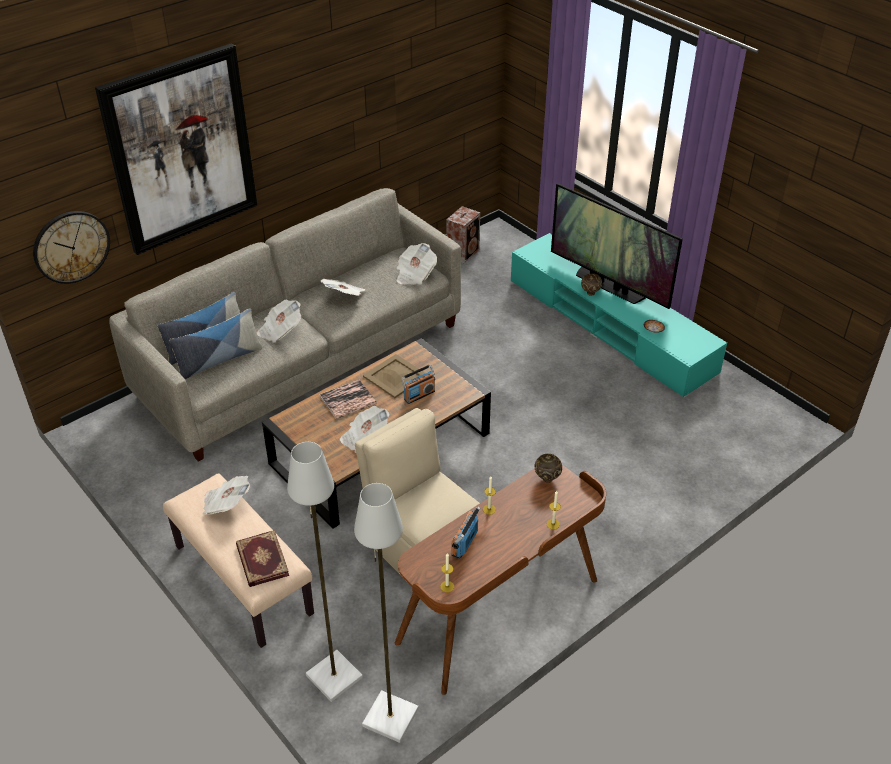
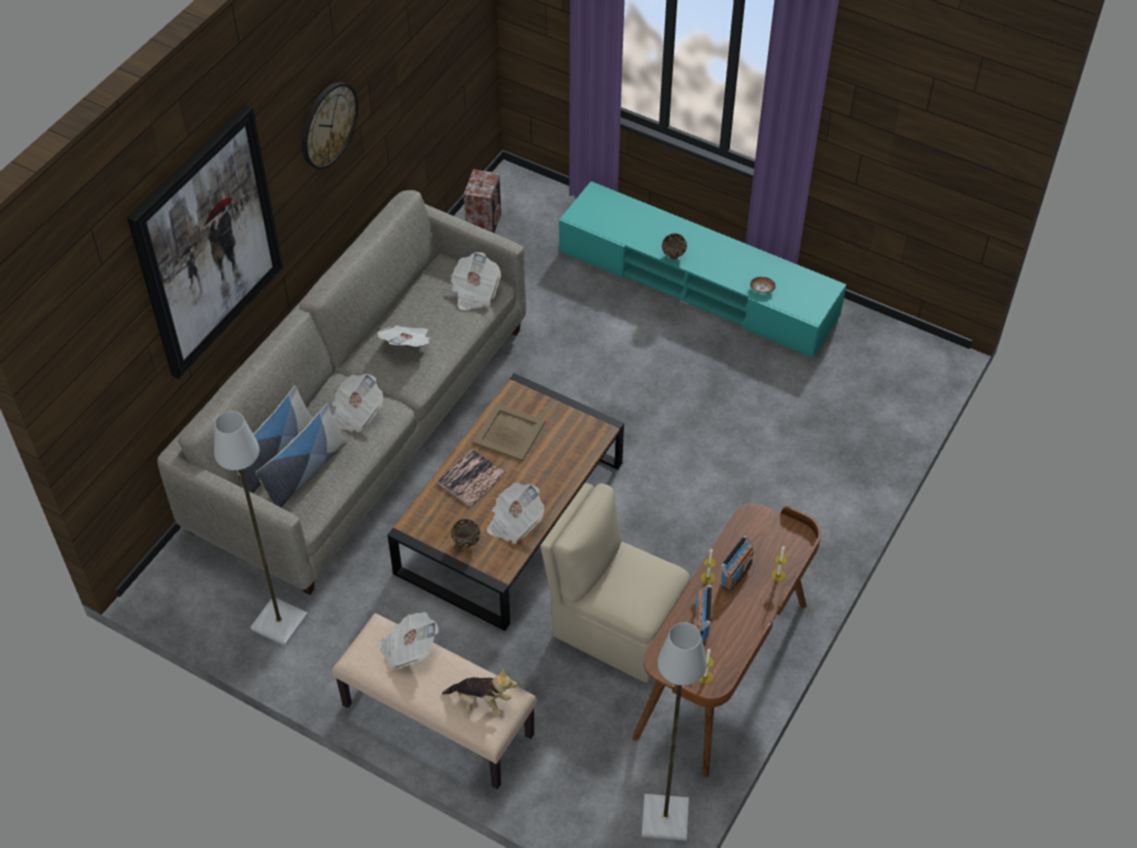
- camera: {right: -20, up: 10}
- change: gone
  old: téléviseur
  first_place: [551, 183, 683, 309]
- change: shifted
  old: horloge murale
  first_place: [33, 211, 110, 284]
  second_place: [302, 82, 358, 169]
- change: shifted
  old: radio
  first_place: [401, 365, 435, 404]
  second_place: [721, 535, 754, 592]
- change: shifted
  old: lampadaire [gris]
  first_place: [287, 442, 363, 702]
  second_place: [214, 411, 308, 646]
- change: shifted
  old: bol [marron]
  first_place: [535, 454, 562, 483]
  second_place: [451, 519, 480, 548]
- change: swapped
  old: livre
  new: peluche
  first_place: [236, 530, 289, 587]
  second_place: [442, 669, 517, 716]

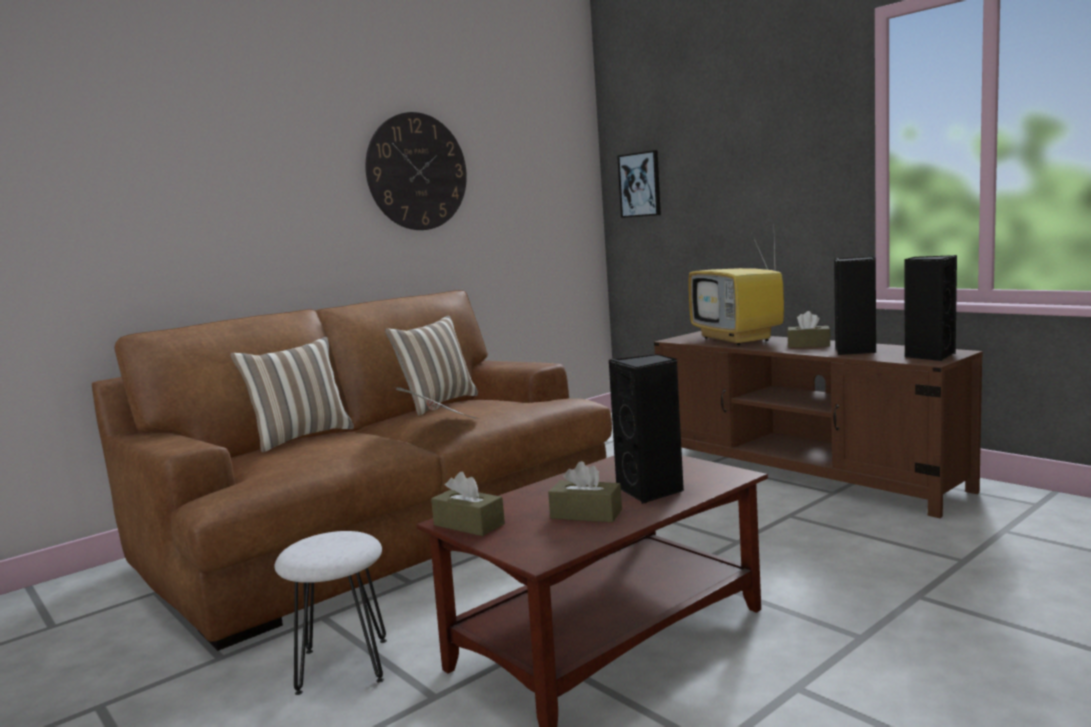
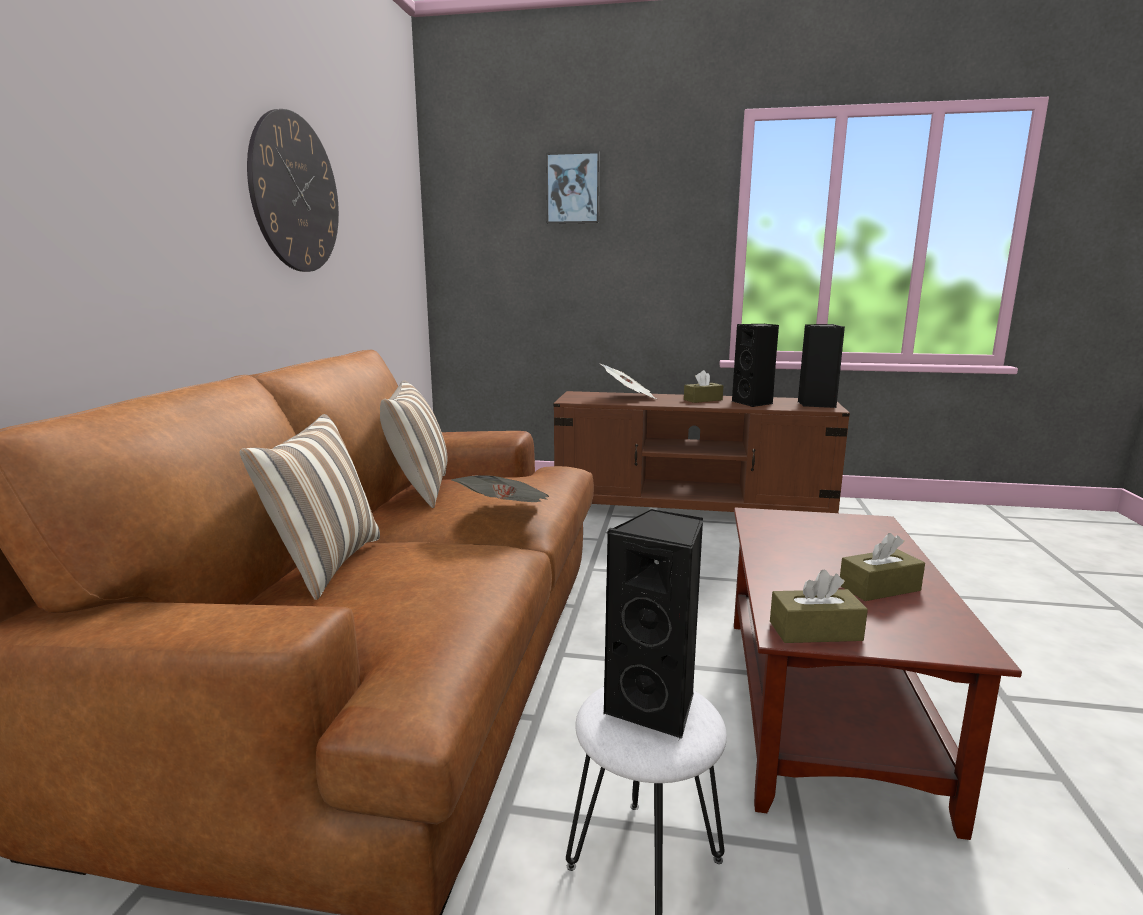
- camera: {right: -40, up: 5}
- change: shifted
  old: tableau
  first_place: [617, 150, 661, 218]
  second_place: [546, 151, 600, 224]
- change: swapped
  old: téléviseur
  new: journal
  first_place: [688, 232, 784, 345]
  second_place: [600, 364, 656, 399]
- change: shifted
  old: enceinte [noir]
  first_place: [609, 354, 684, 504]
  second_place: [603, 509, 703, 739]

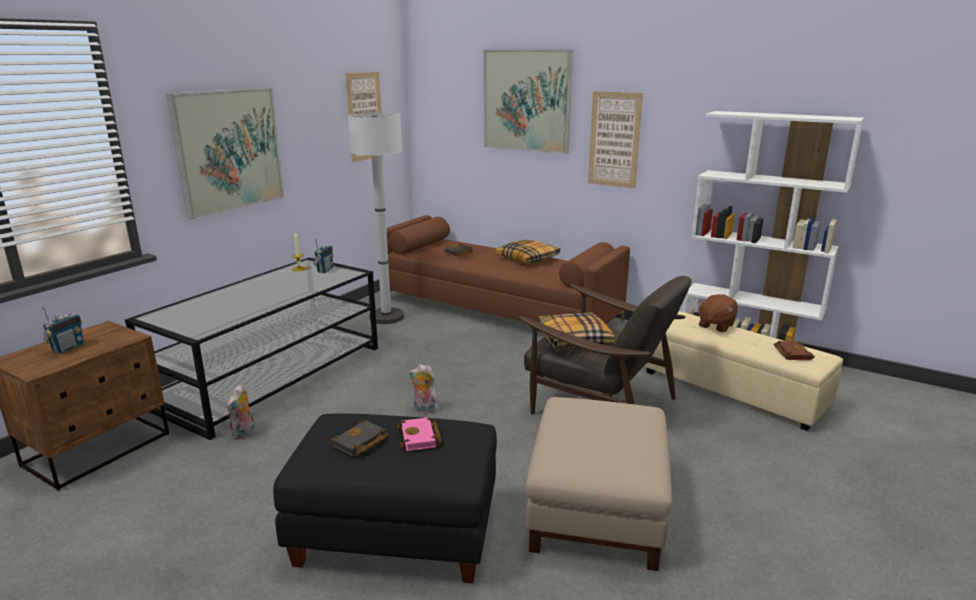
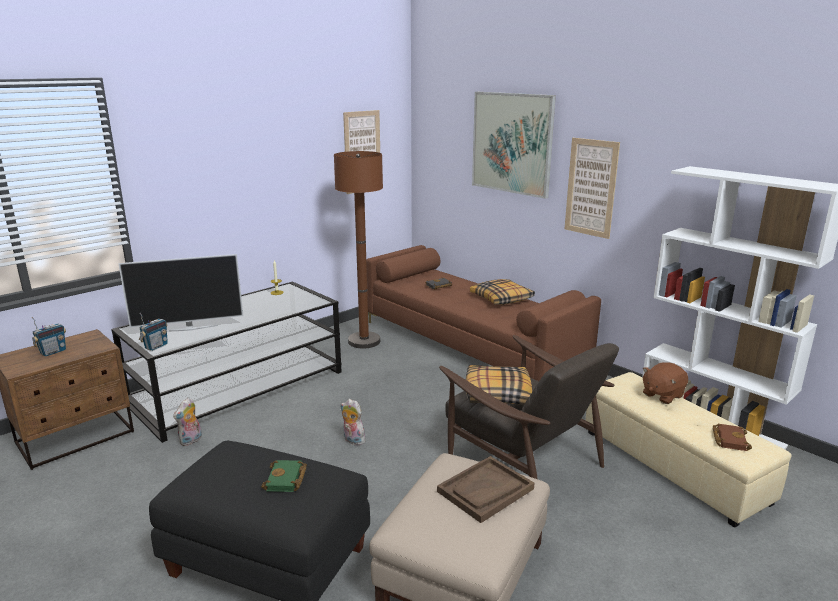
- camera: {right: 15, up: 0}
- change: gone
  old: tableau
  first_place: [166, 88, 284, 219]
- change: repainted
  old: lampadaire [blanc]
  new: lampadaire [marron]
  first_place: [348, 113, 404, 324]
  second_place: [334, 151, 383, 349]
- change: shifted
  old: radio
  first_place: [313, 238, 334, 273]
  second_place: [139, 313, 168, 351]
- change: repainted
  old: livre [rose]
  new: livre [vert]
  first_place: [396, 417, 442, 451]
  second_place: [261, 460, 307, 492]
- change: gone
  old: livre [noir]
  first_place: [331, 420, 389, 456]
- change: new
  new: téléviseur
  second_place: [118, 254, 243, 332]
- change: new
  new: plateau [marron]
  second_place: [437, 456, 534, 523]

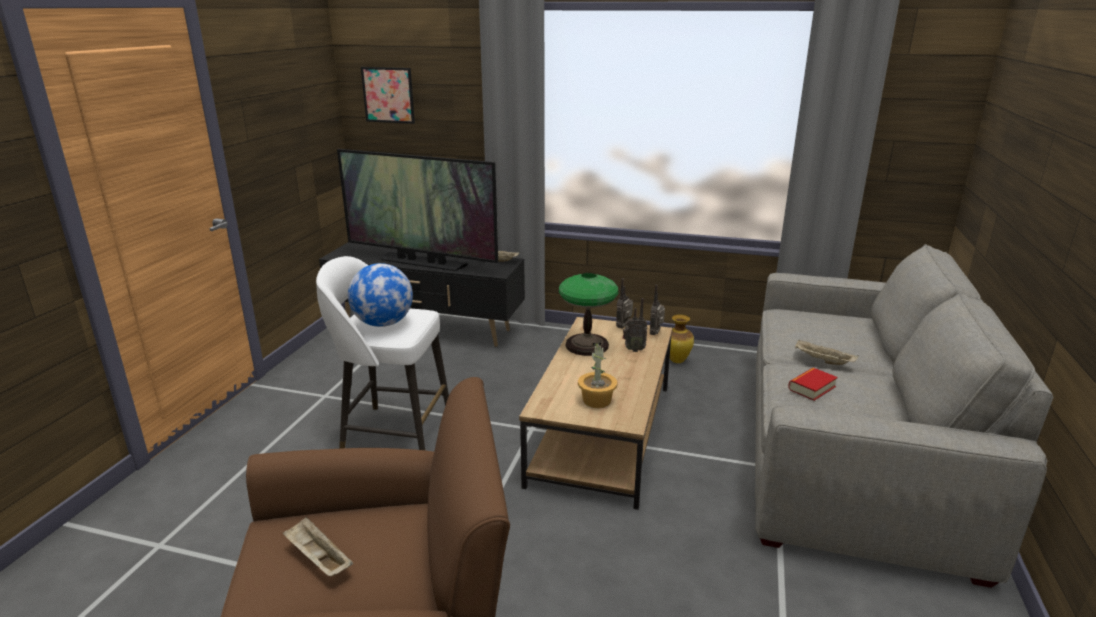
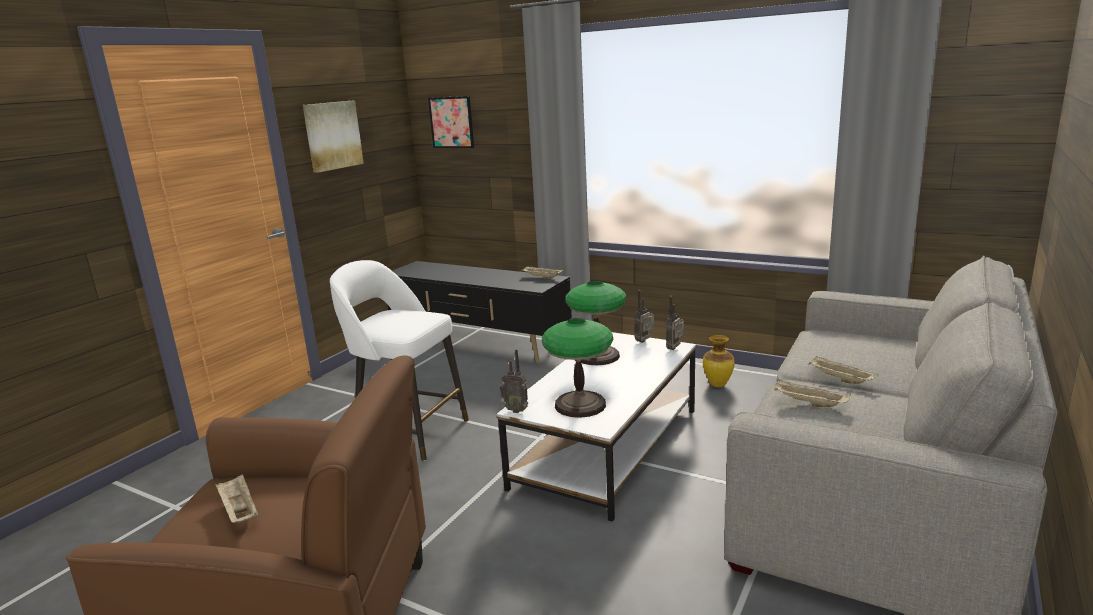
- camera: {right: 15, up: -5}
- change: gone
  old: téléviseur
  first_place: [337, 149, 498, 271]
- change: gone
  old: globe
  first_place: [348, 263, 413, 327]
- change: shifted
  old: radio
  first_place: [623, 298, 647, 352]
  second_place: [500, 349, 528, 413]
- change: repainted
  old: table basse [marron]
  new: table basse [blanc]
  first_place: [519, 317, 672, 510]
  second_place: [497, 332, 696, 522]
- change: swapped
  old: plante en pot
  new: lampe de table
  first_place: [578, 343, 618, 408]
  second_place: [542, 318, 613, 418]
- change: swapped
  old: livre
  new: plateau [beige]
  first_place: [788, 368, 838, 401]
  second_place: [774, 379, 851, 407]
- change: new
  new: tableau
  second_place: [303, 101, 364, 173]

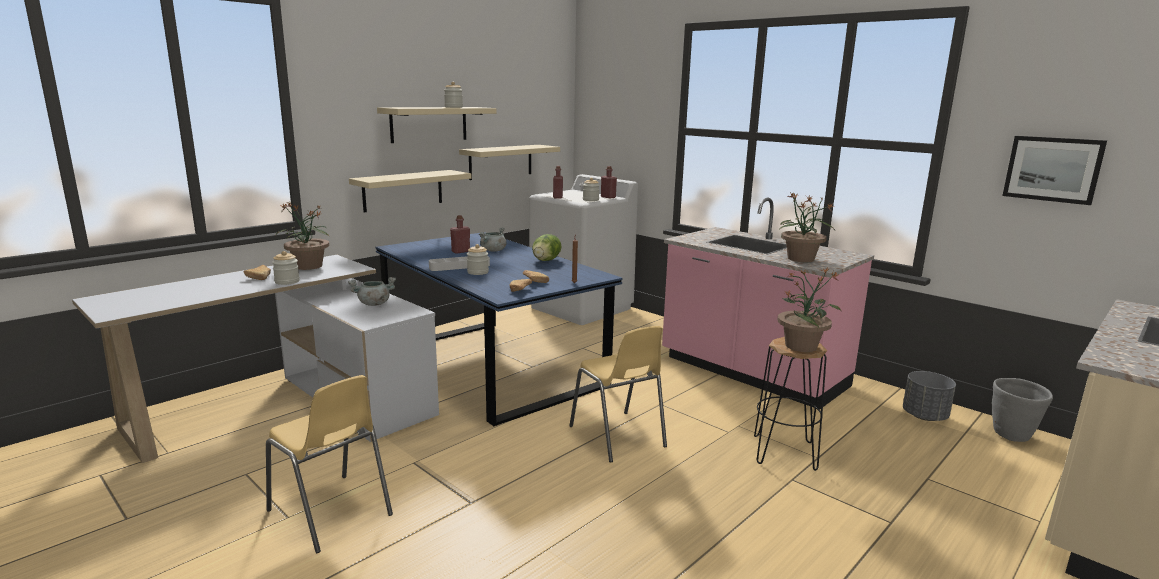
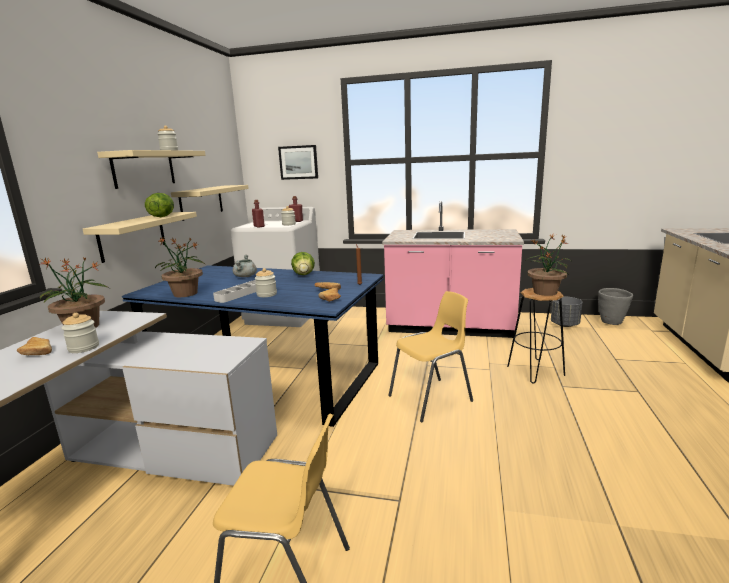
- camera: {right: -30, up: 0}
- change: shifted
  old: tableau
  first_place: [1002, 136, 1107, 205]
  second_place: [278, 145, 318, 180]
- change: shifted
  old: plante en pot
  first_place: [779, 192, 836, 262]
  second_place: [155, 237, 206, 297]
- change: gone
  old: bouteille [rouge]
  first_place: [450, 215, 470, 254]
- change: gone
  old: marmite [gris]
  first_place: [348, 277, 396, 306]
- change: rotated
  old: chaise [jaune]
  first_place: [569, 326, 667, 463]
  second_place: [388, 291, 473, 422]
  degrees: -60
- change: new
  new: laitue
  second_place: [145, 193, 174, 217]

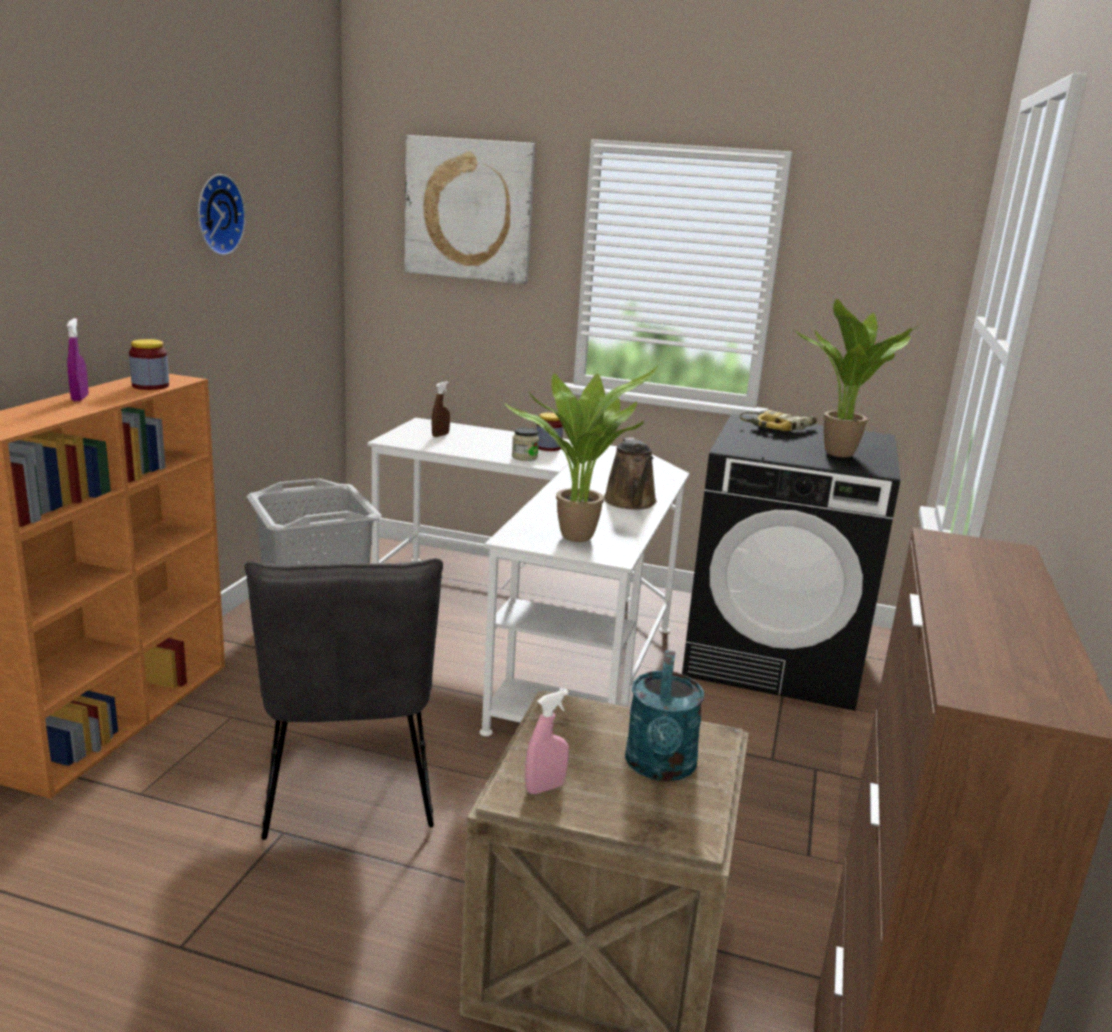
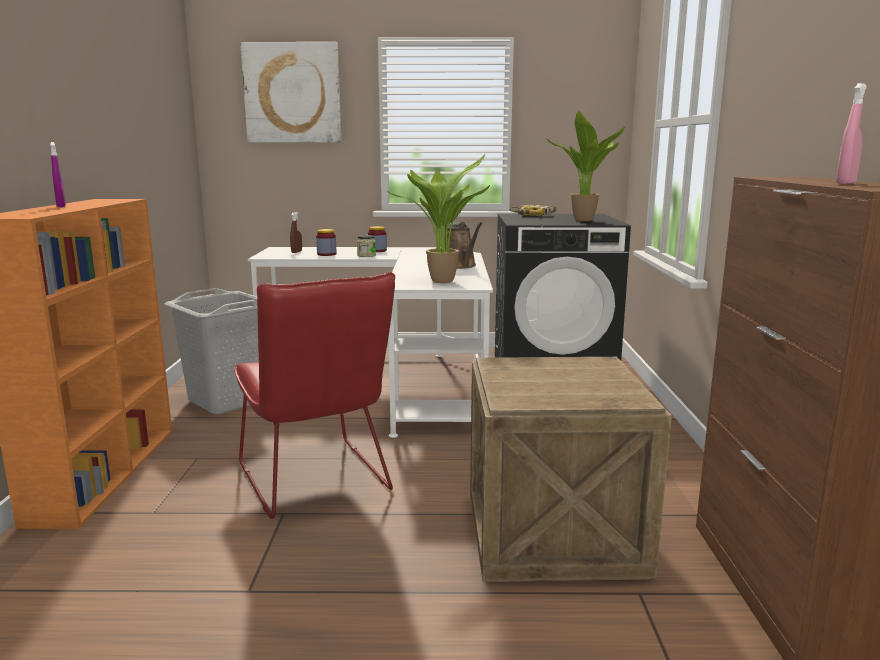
- camera: {right: -15, up: -5}
- change: gone
  old: horloge murale
  first_place: [198, 174, 246, 256]
- change: shifted
  old: bocal
  first_place: [129, 339, 169, 390]
  second_place: [316, 229, 336, 256]
- change: repainted
  old: chaise [gris]
  new: chaise [rouge]
  first_place: [245, 558, 443, 840]
  second_place: [234, 272, 395, 519]
- change: gone
  old: arrosoir [turquoise]
  first_place: [625, 650, 704, 781]
- change: shifted
  old: vaporisateur [rose]
  first_place: [525, 690, 569, 794]
  second_place: [836, 83, 867, 184]

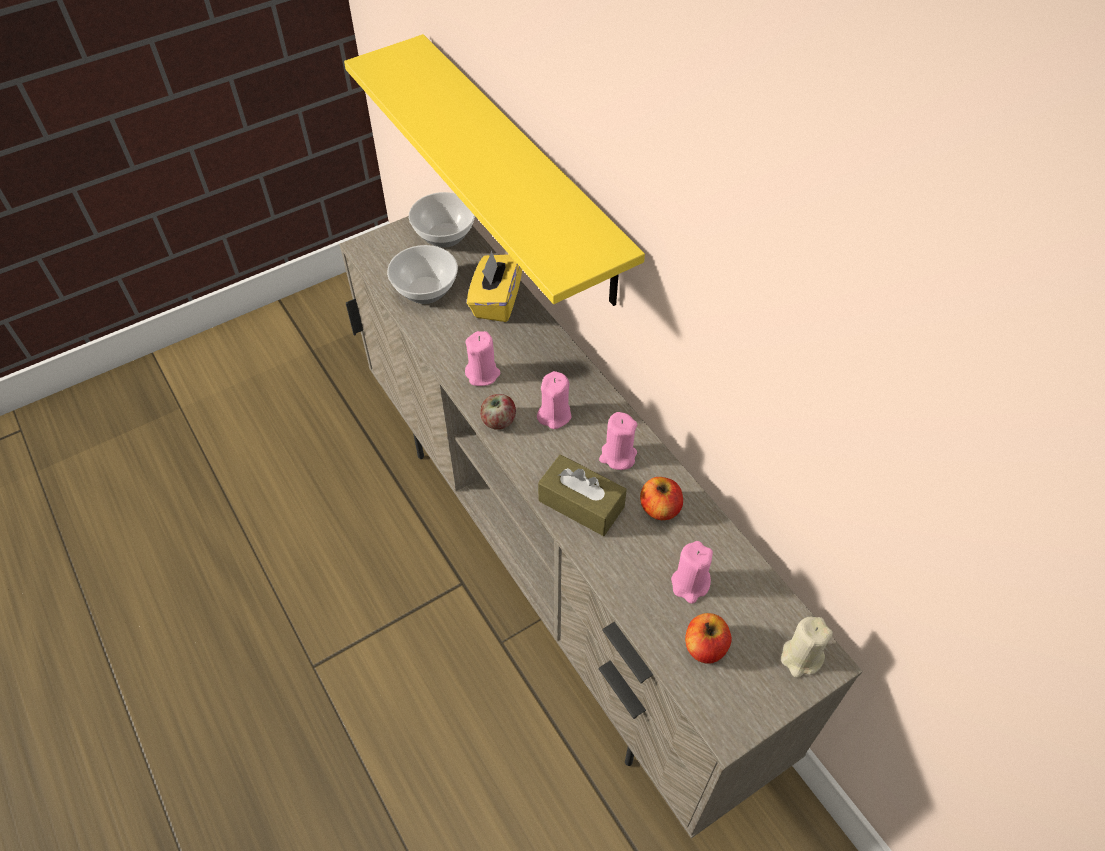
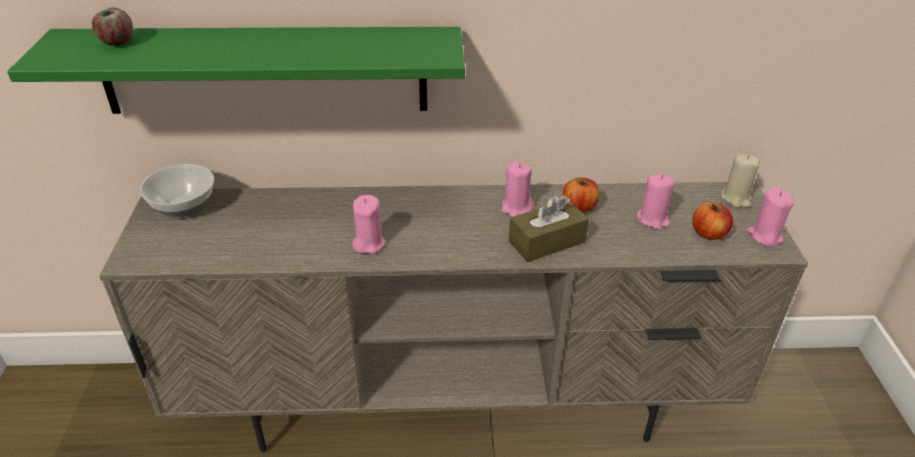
- camera: {right: -60, up: -15}
- change: repainted
  old: étagère [jaune]
  new: étagère [vert]
  first_place: [344, 34, 645, 306]
  second_place: [7, 27, 465, 114]
- change: gone
  old: bol
  first_place: [387, 245, 458, 304]
- change: gone
  old: boîte à mouchoirs [jaune]
  first_place: [467, 251, 522, 322]
- change: shifted
  old: bougie [rose]
  first_place: [537, 371, 572, 429]
  second_place: [746, 188, 794, 246]
- change: shifted
  old: pomme
  first_place: [480, 394, 516, 430]
  second_place: [92, 8, 133, 46]

